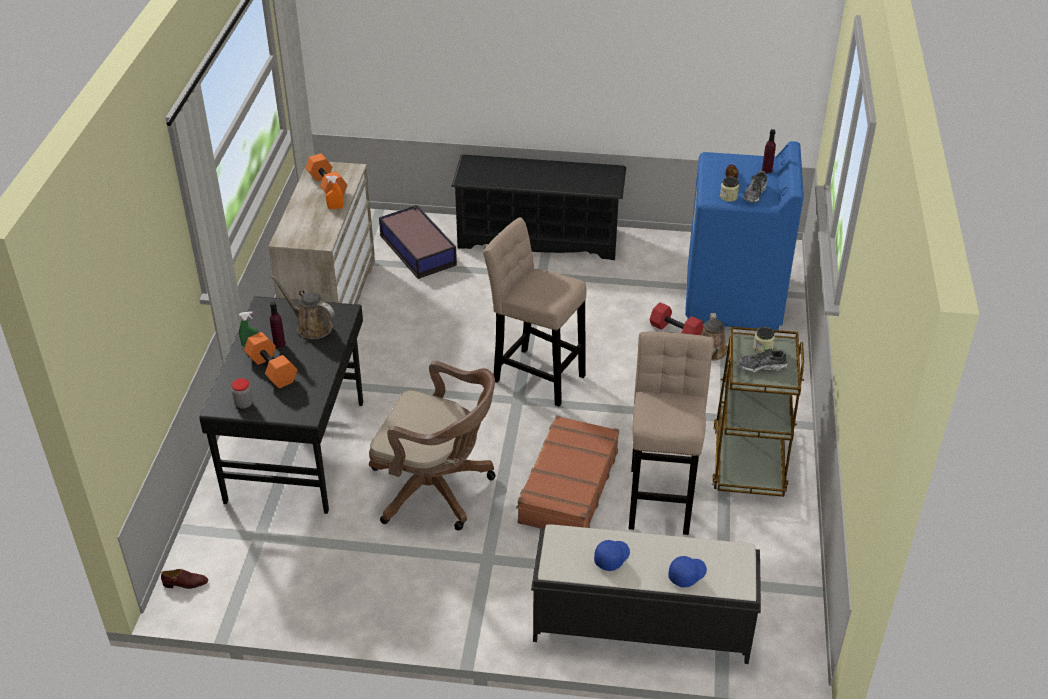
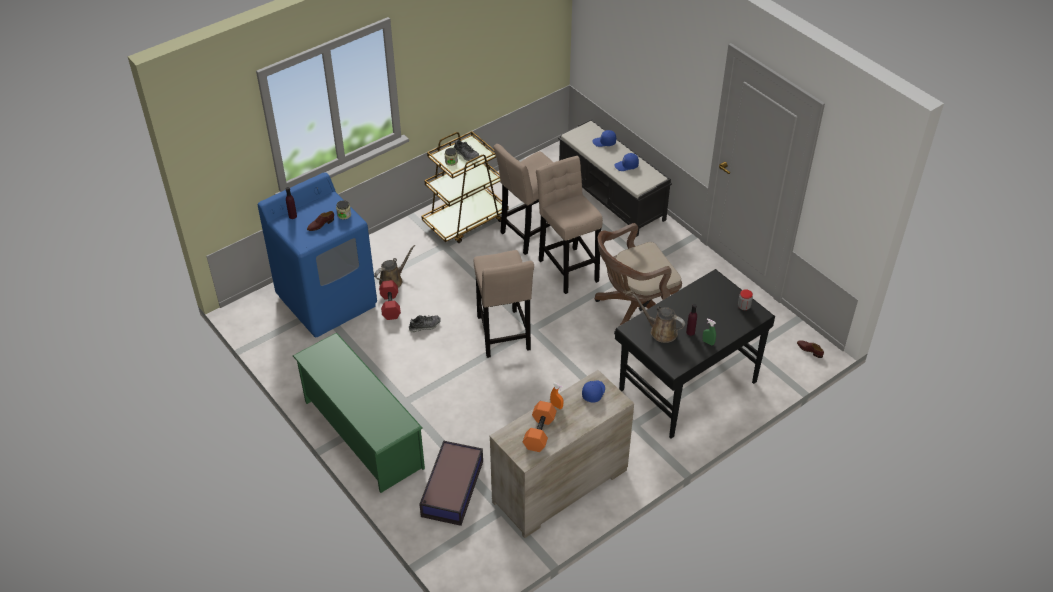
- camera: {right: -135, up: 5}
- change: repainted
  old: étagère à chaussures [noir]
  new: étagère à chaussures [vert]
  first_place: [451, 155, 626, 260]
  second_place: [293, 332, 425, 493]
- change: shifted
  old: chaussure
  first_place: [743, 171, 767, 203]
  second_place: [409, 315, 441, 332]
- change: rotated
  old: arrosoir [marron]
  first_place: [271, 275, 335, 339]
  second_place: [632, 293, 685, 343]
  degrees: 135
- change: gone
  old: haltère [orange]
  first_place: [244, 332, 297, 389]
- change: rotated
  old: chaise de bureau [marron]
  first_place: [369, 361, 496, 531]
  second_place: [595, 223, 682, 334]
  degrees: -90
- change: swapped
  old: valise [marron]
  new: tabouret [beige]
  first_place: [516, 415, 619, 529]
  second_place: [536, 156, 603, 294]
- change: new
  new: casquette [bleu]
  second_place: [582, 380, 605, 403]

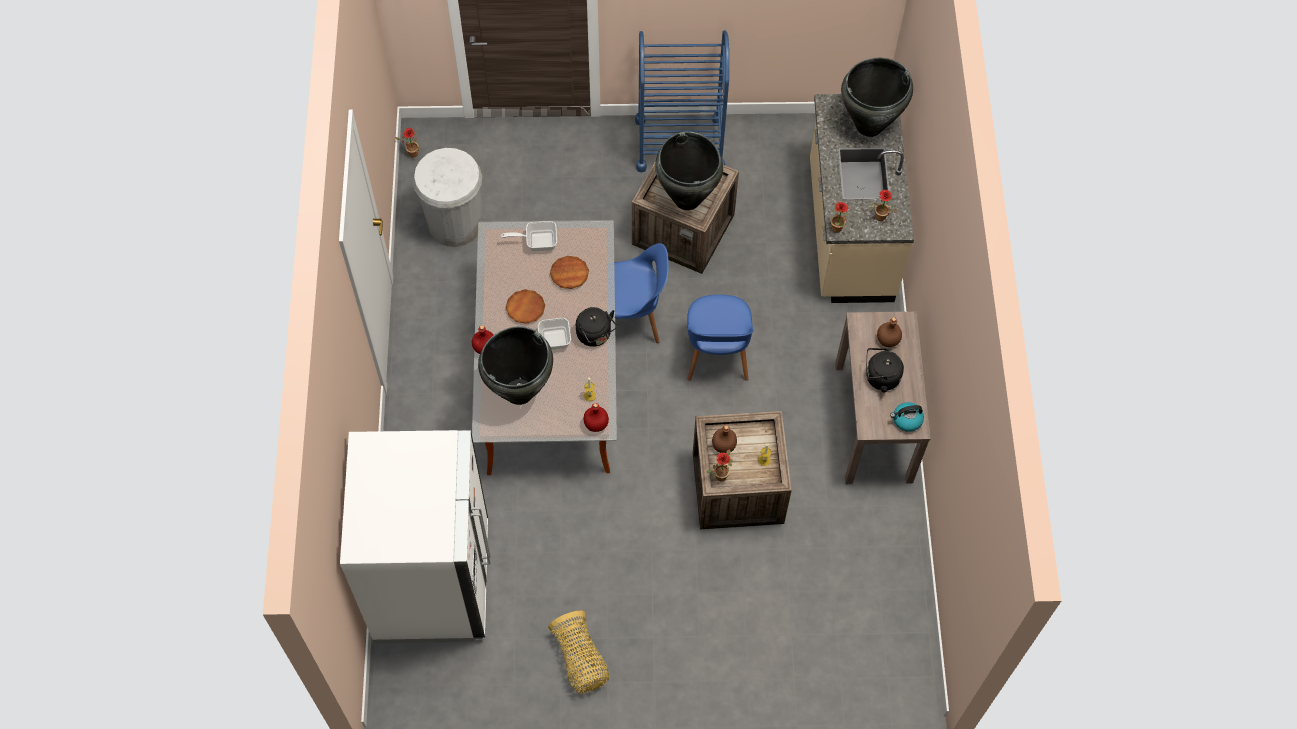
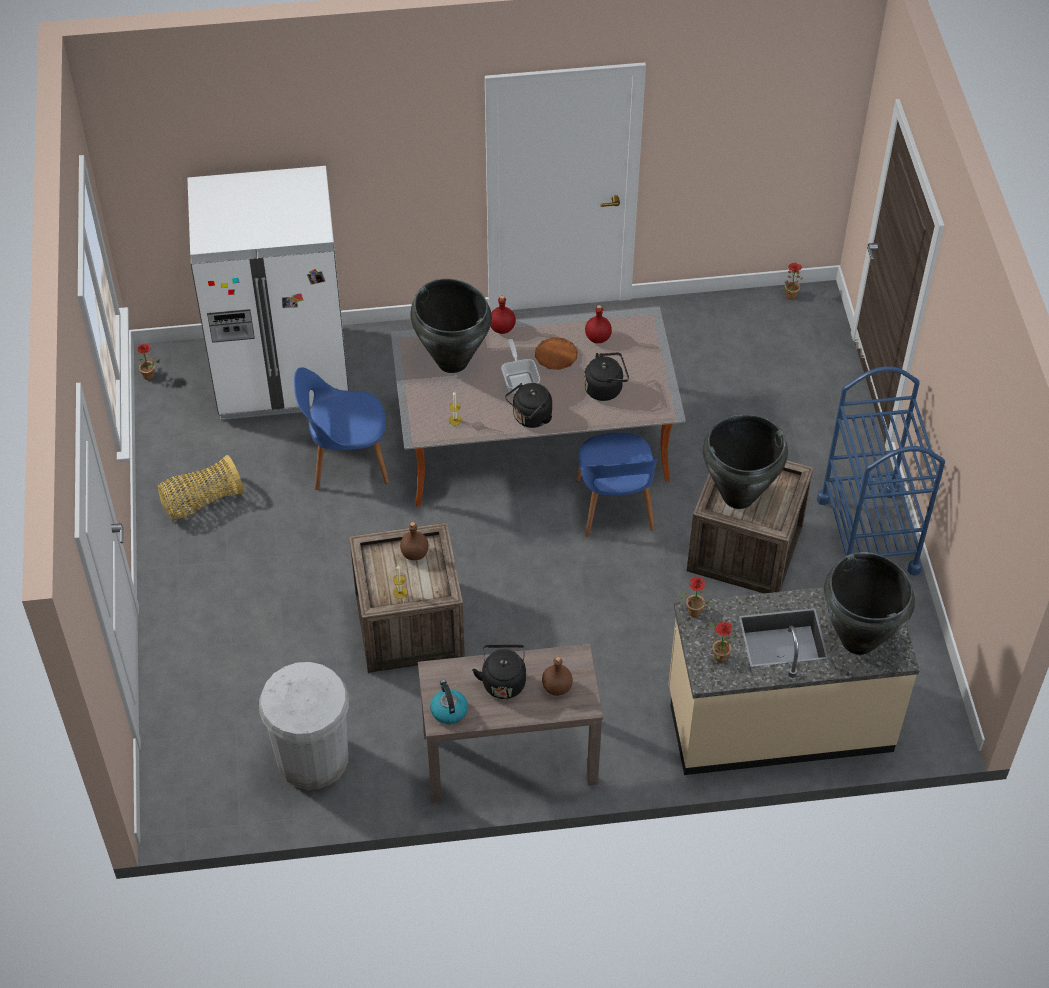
- camera: {right: 85, up: -10}
- change: shifted
  old: poubelle [blanc]
  first_place: [413, 148, 483, 247]
  second_place: [259, 662, 349, 790]
- change: gone
  old: poêle
  first_place: [501, 221, 557, 251]
- change: swapped
  old: assiette [marron]
  new: bouilloire [noir]
  first_place: [550, 256, 589, 289]
  second_place: [584, 353, 629, 401]
- change: shifted
  old: chaise [bleu]
  first_place: [687, 294, 754, 381]
  second_place: [294, 367, 389, 490]
- change: shifted
  old: bouteille [rouge]
  first_place: [583, 403, 609, 432]
  second_place: [585, 305, 612, 343]
- change: shifted
  old: plante en pot
  first_place: [706, 449, 733, 481]
  second_place: [137, 344, 161, 380]

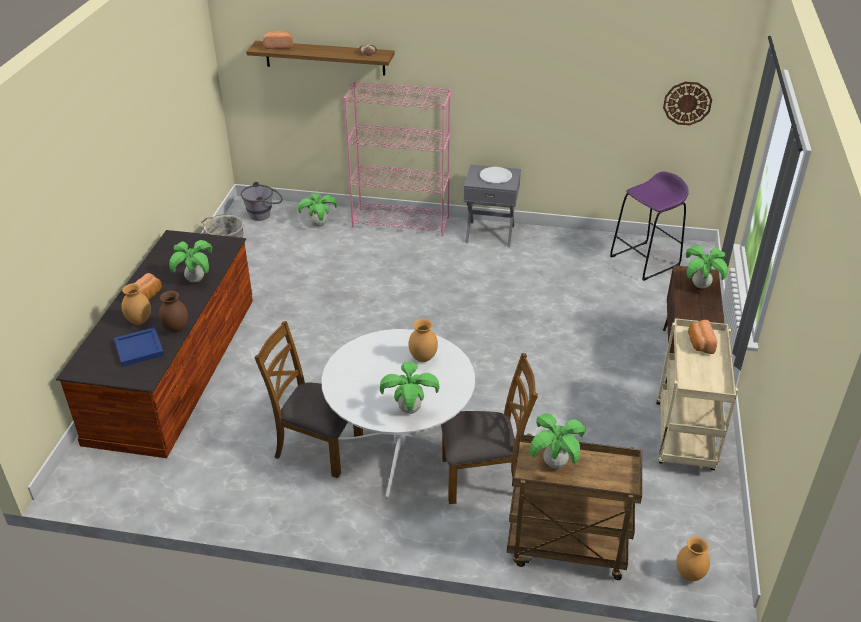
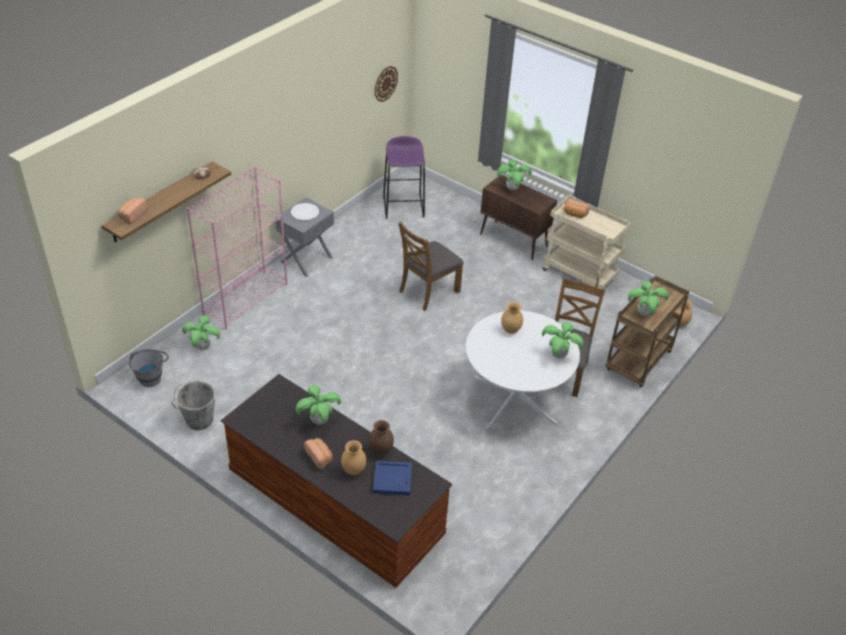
- camera: {right: -65, up: 5}
- change: shifted
  old: chaise [marron]
  first_place: [254, 321, 363, 478]
  second_place: [398, 221, 464, 311]

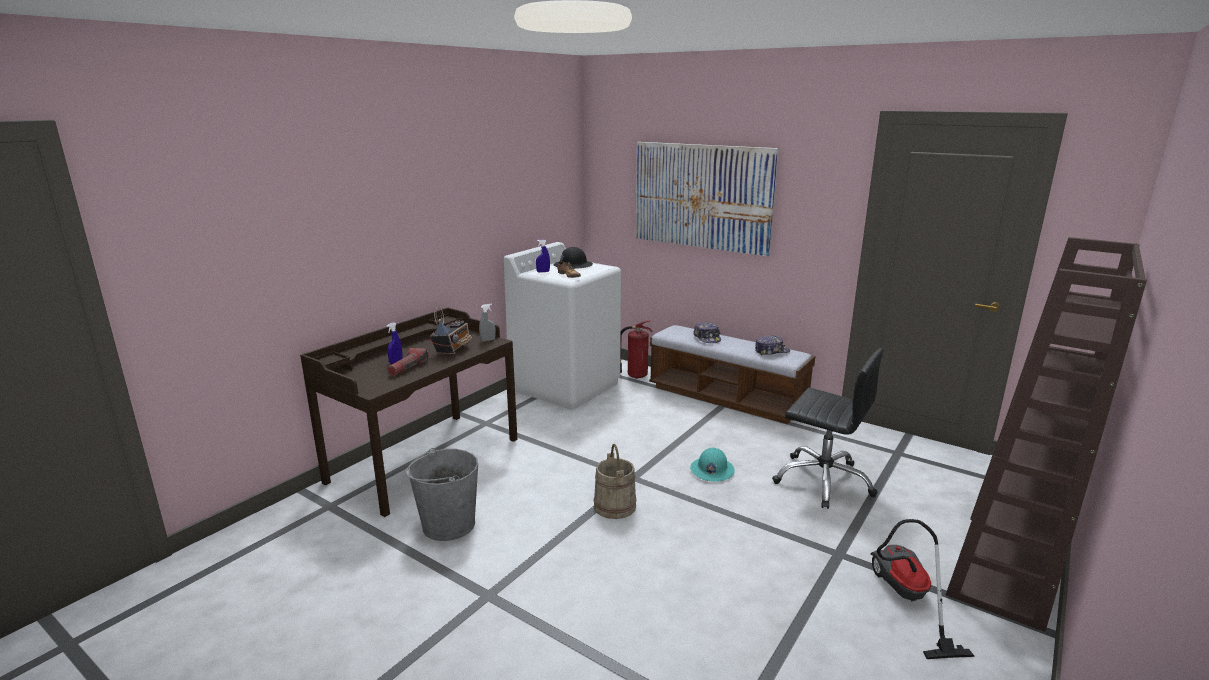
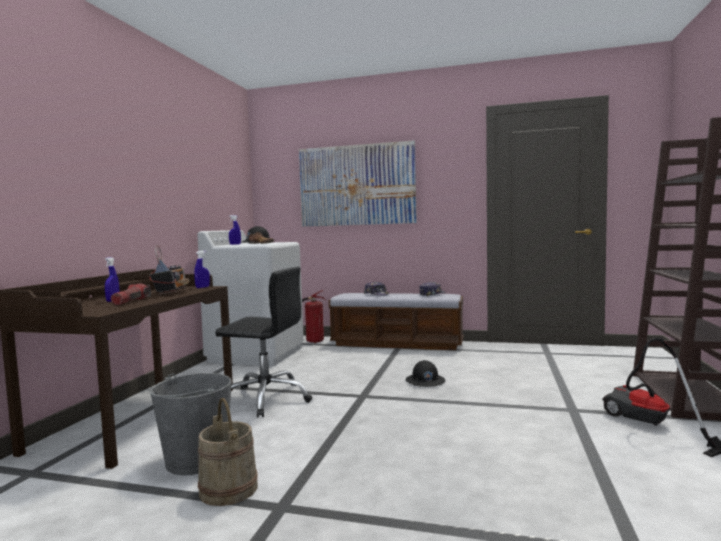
- camera: {right: -20, up: -15}
- change: repainted
  old: vaporisateur [gris]
  new: vaporisateur [bleu]
  first_place: [479, 304, 496, 342]
  second_place: [194, 251, 210, 288]
- change: shifted
  old: chaise de bureau [noir]
  first_place: [772, 348, 884, 509]
  second_place: [215, 267, 312, 417]
- change: shifted
  old: seau [beige]
  first_place: [593, 444, 637, 519]
  second_place: [198, 398, 258, 506]
- change: repainted
  old: casque de chantier [turquoise]
  new: casque de chantier [noir]
  first_place: [690, 448, 735, 482]
  second_place: [406, 360, 445, 387]

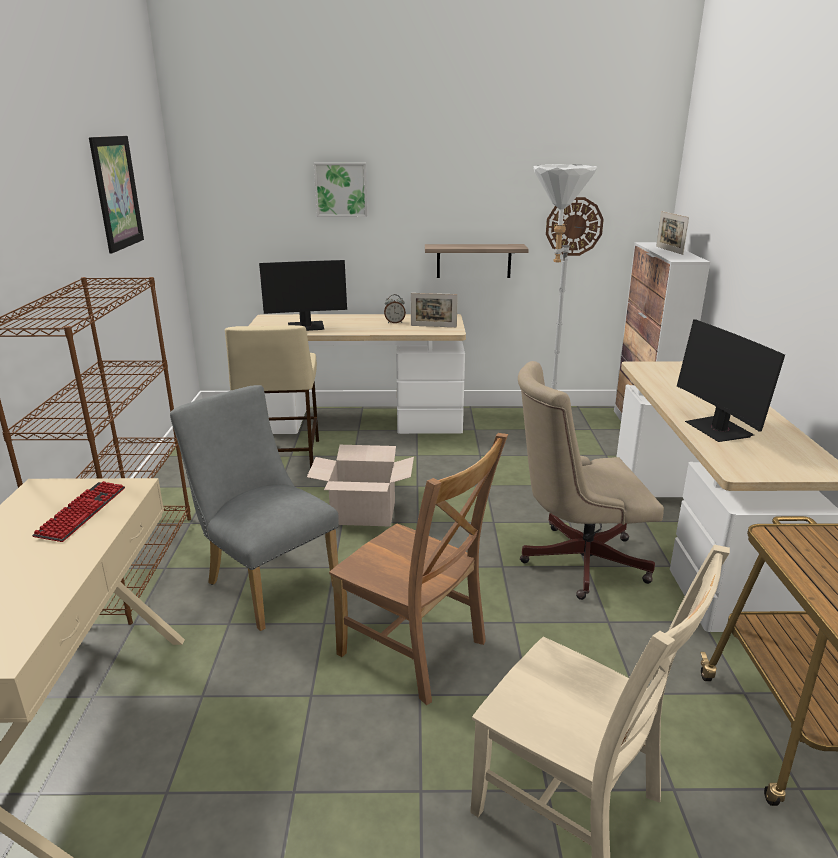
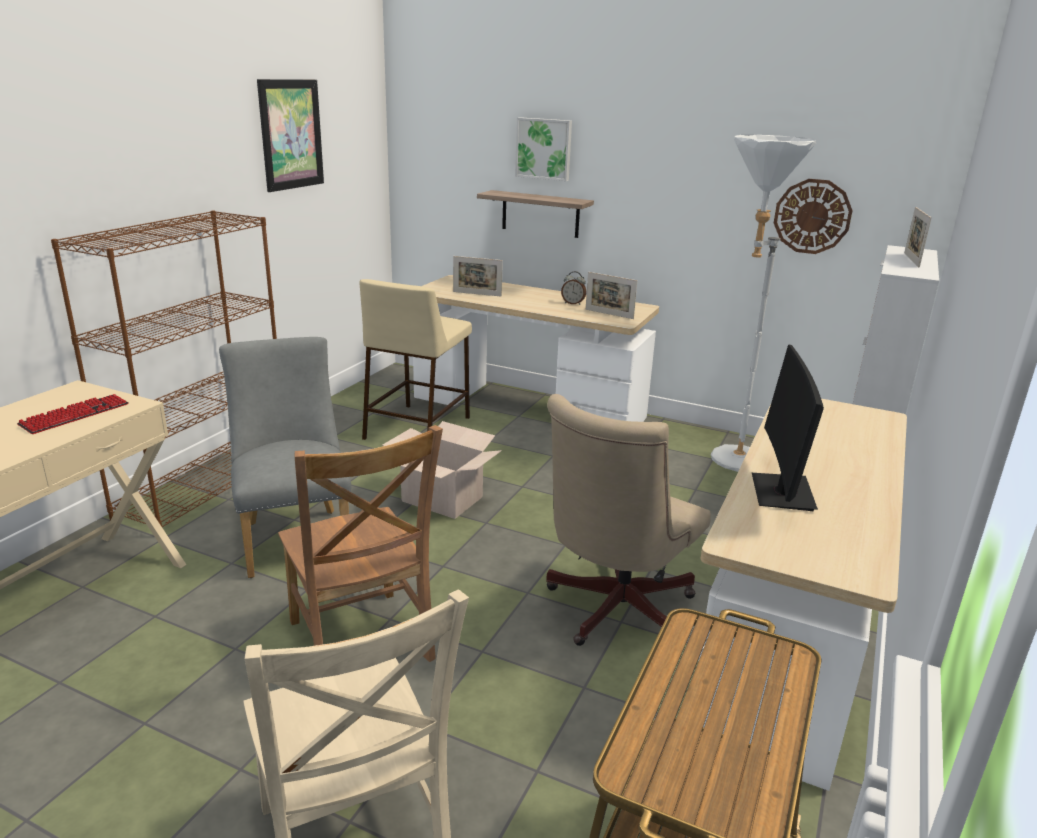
- camera: {right: 25, up: 0}
- change: shifted
  old: étagère
  first_place: [425, 244, 529, 278]
  second_place: [477, 190, 594, 238]
- change: swapped
  old: écran d'ordinateur
  new: cadre photo
  first_place: [259, 260, 347, 331]
  second_place: [453, 256, 503, 297]
- change: rotated
  old: chaise de bureau [beige]
  first_place: [518, 361, 664, 600]
  second_place: [546, 394, 711, 646]
  degrees: -75

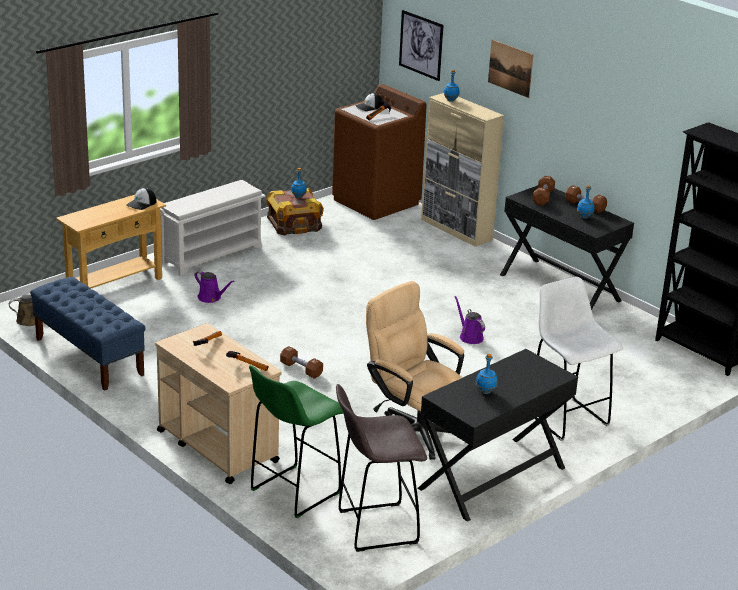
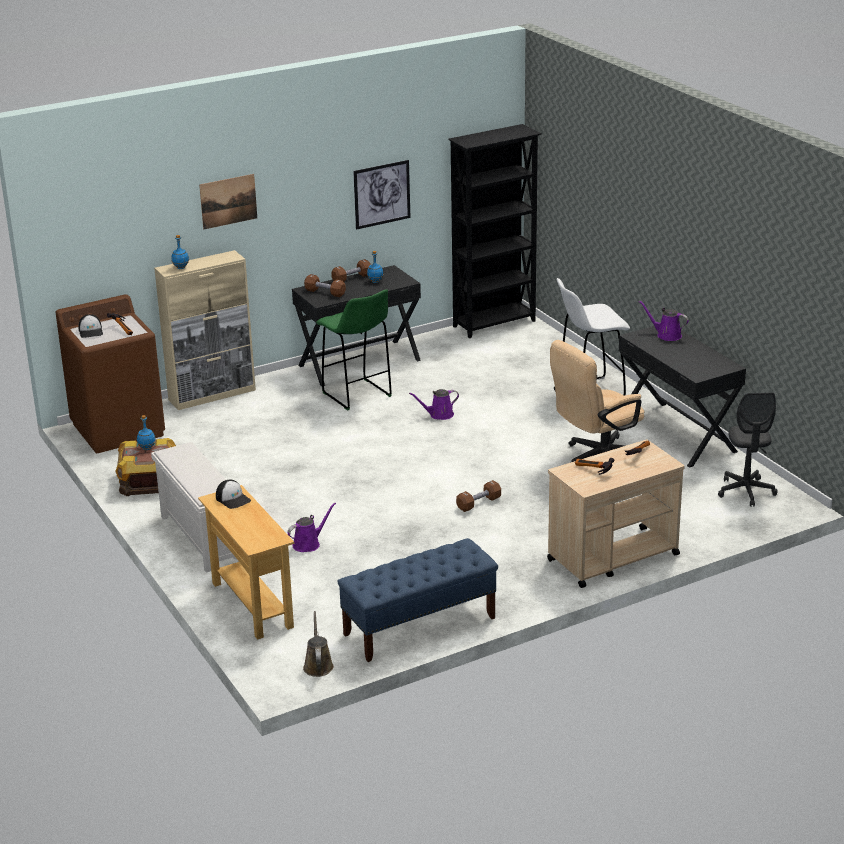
- camera: {right: -75, up: 0}
- change: shifted
  old: tableau
  first_place: [399, 10, 444, 81]
  second_place: [353, 160, 411, 230]
- change: gone
  old: bouteille [bleu]
  first_place: [476, 354, 497, 394]
- change: shifted
  old: tabouret [vert]
  first_place: [249, 365, 343, 518]
  second_place: [316, 289, 392, 411]
- change: swapped
  old: tabouret [gris]
  new: chaise de bureau [gris]
  first_place: [336, 384, 427, 552]
  second_place: [718, 392, 778, 507]
- change: new
  new: arrosoir [violet]
  second_place: [639, 301, 689, 341]

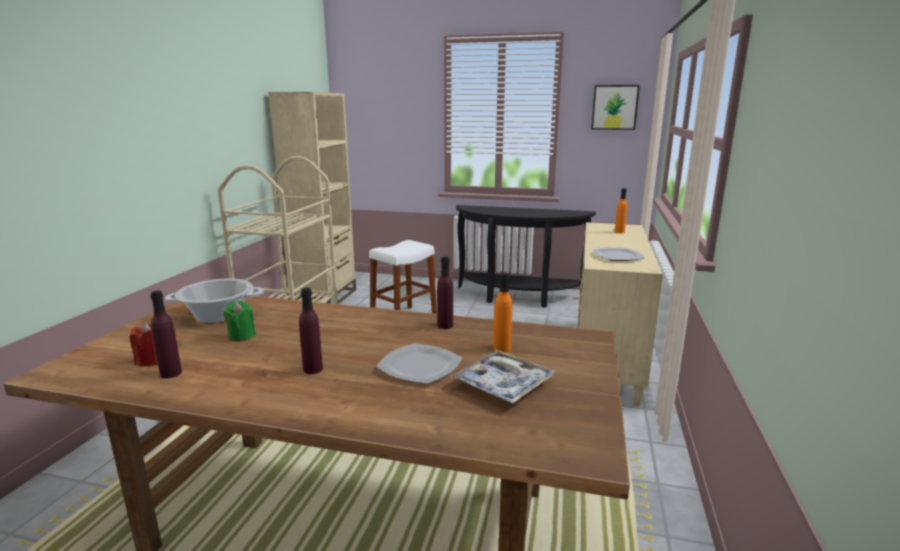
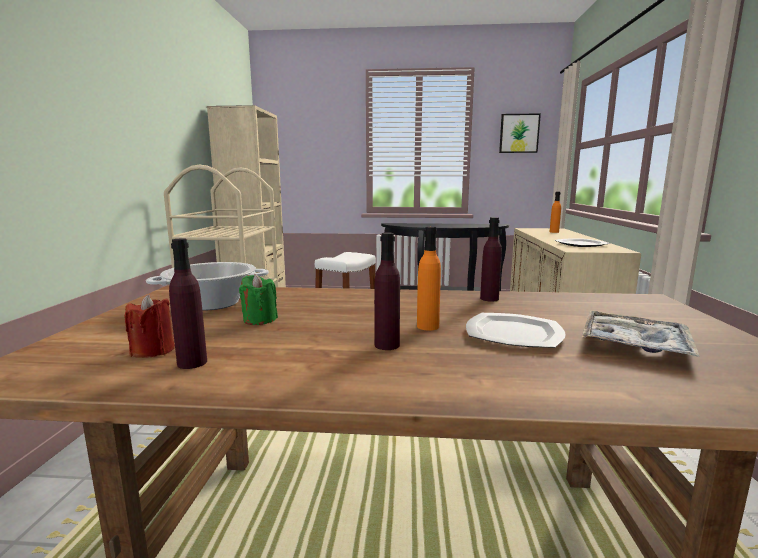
- camera: {right: -10, up: -5}
- change: shifted
  old: bouteille [orange]
  first_place: [493, 272, 512, 352]
  second_place: [417, 226, 441, 330]

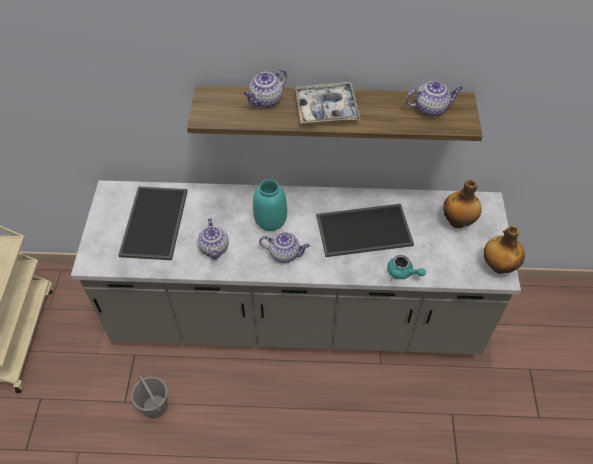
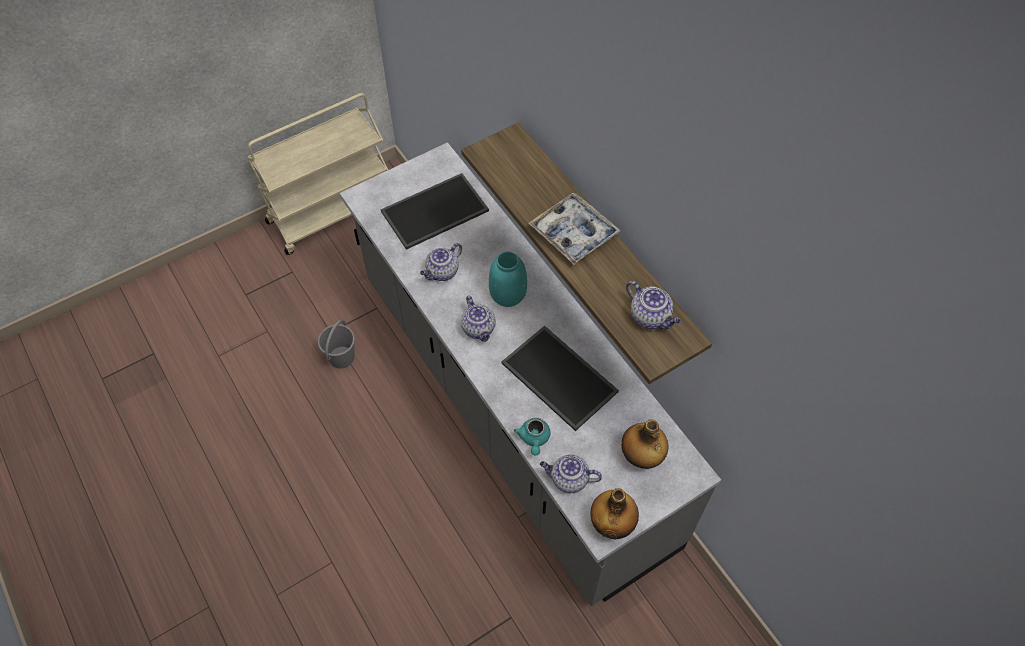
- camera: {right: 55, up: 5}
- change: shifted
  old: théière
  first_place: [244, 69, 287, 108]
  second_place: [540, 455, 602, 493]

